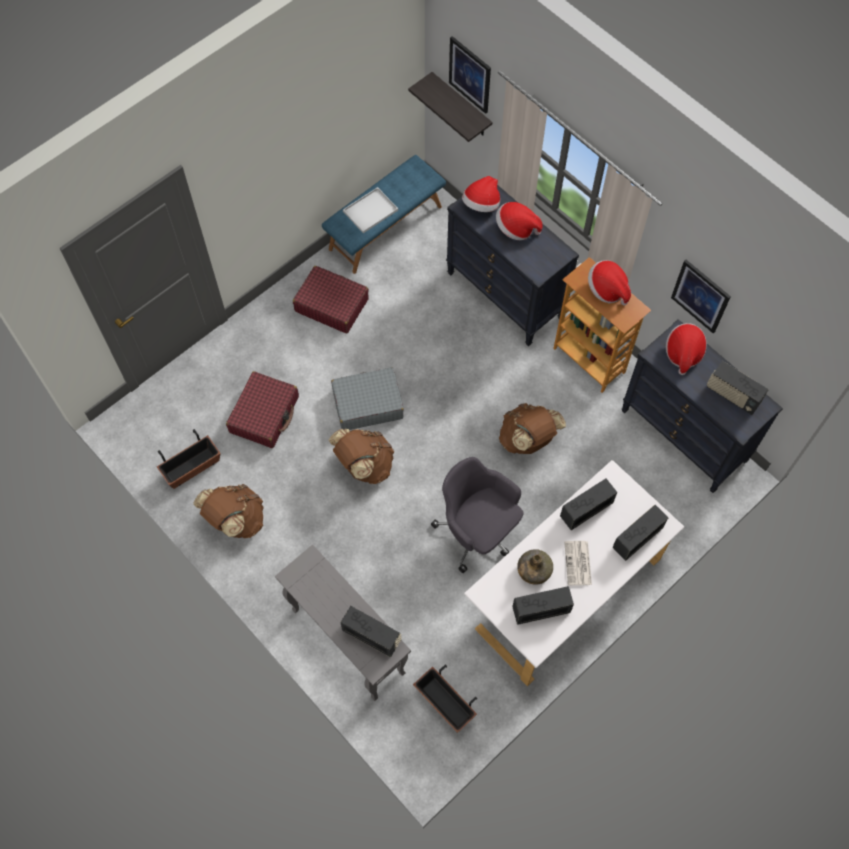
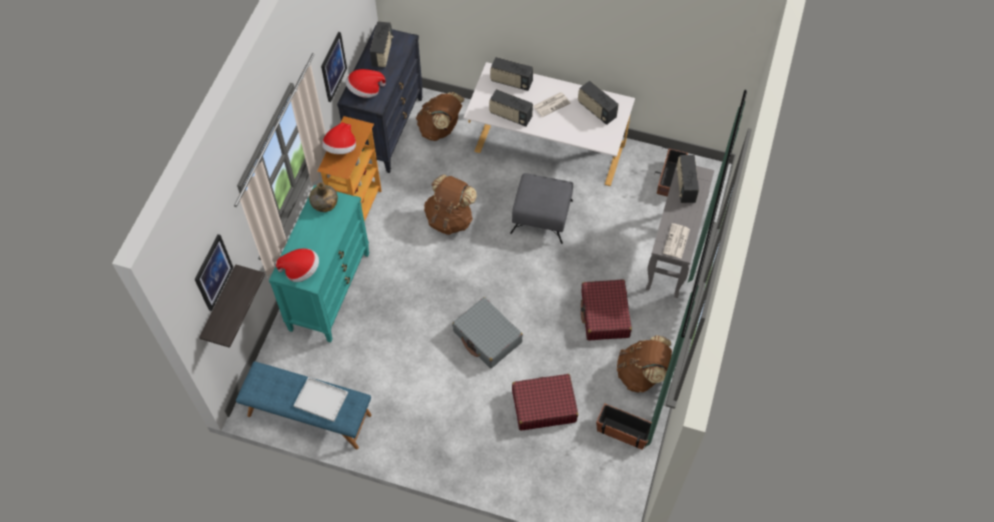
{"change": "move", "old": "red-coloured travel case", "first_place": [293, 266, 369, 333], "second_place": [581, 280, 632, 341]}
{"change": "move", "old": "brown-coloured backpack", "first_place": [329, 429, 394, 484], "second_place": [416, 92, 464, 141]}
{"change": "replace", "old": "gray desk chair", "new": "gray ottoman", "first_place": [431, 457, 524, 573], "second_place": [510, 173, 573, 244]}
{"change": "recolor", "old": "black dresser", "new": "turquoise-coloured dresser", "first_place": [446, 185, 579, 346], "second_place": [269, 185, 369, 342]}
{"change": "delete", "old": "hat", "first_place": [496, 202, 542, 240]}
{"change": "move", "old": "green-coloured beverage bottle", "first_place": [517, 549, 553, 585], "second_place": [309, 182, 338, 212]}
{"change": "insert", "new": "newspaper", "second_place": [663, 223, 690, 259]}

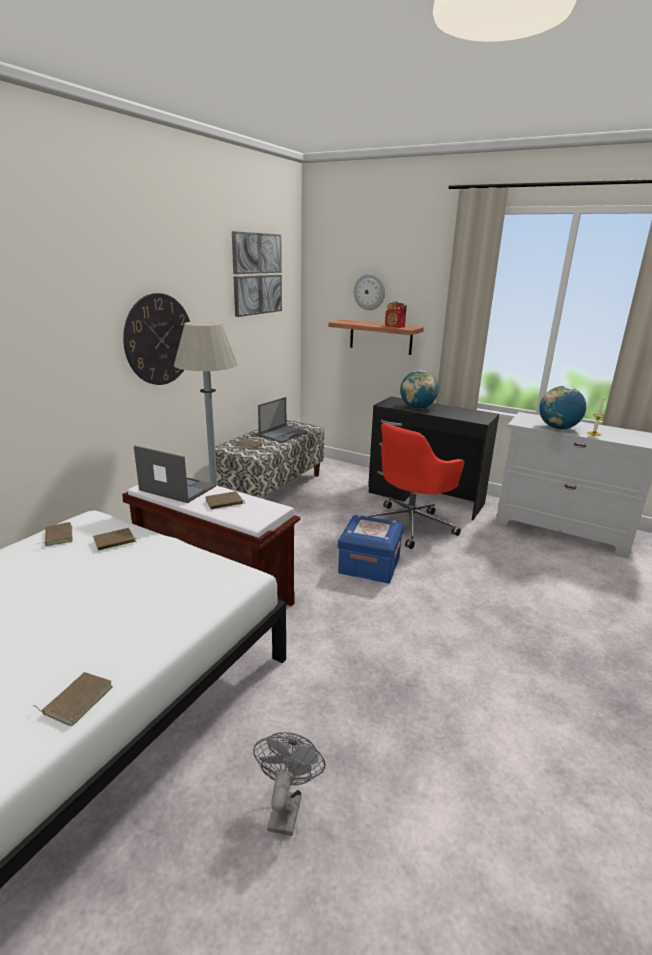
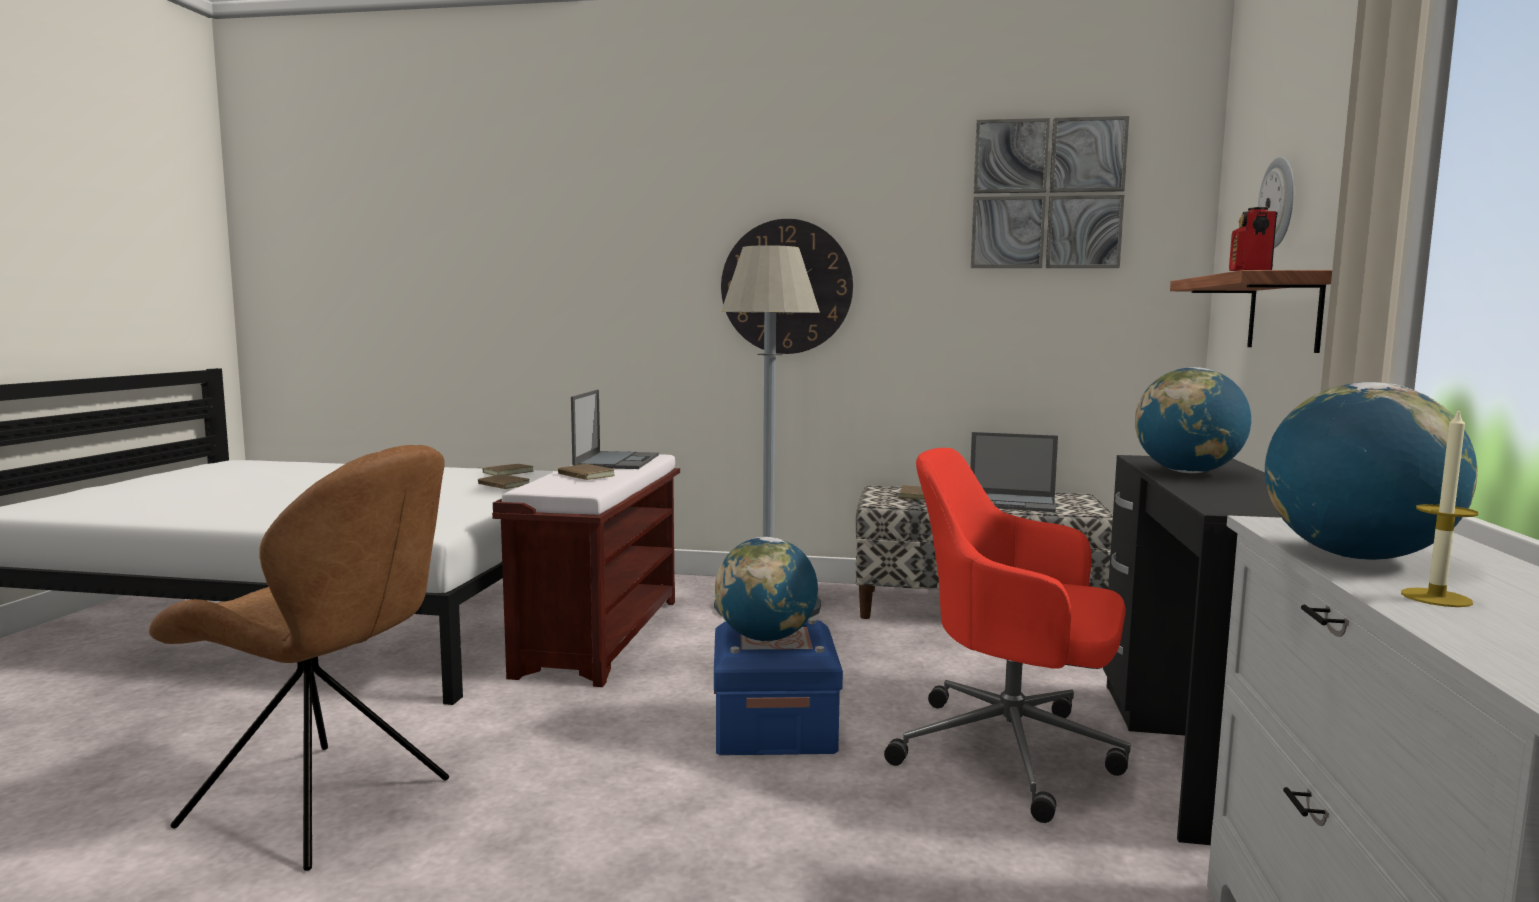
{"change": "delete", "old": "brown-coloured bound book", "first_place": [33, 672, 112, 726]}
{"change": "delete", "old": "gray electric fan", "first_place": [253, 732, 326, 836]}
{"change": "insert", "new": "brown-coloured plain chair", "second_place": [149, 445, 449, 871]}
{"change": "insert", "new": "world globe", "second_place": [715, 537, 818, 641]}

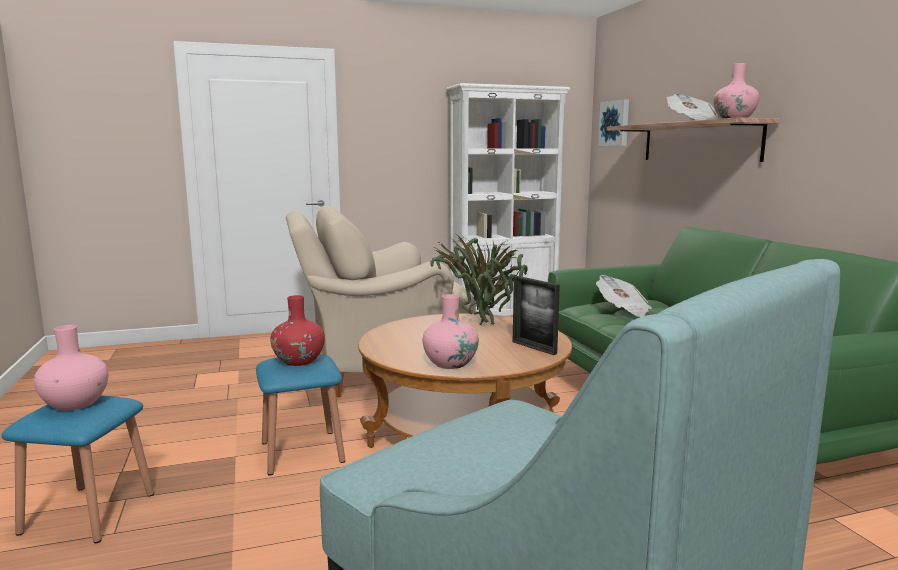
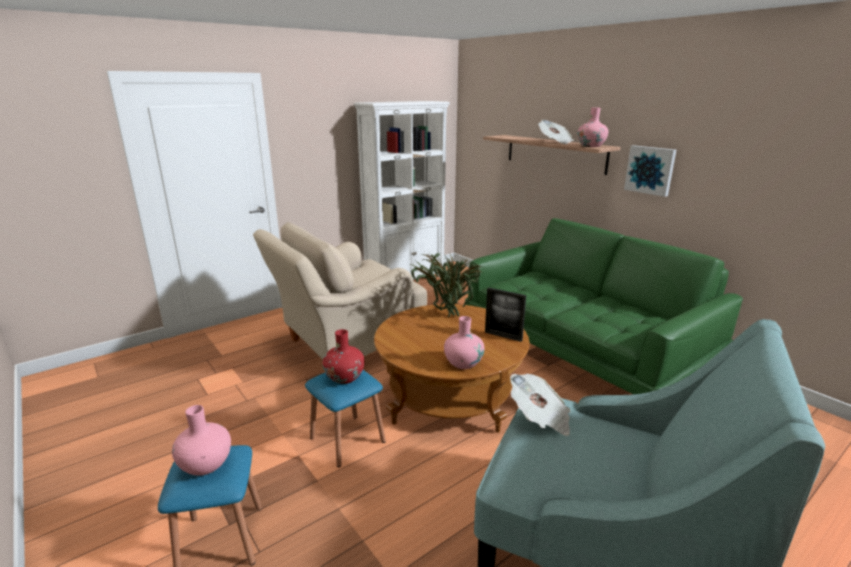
{"change": "move", "old": "newspaper", "first_place": [596, 275, 652, 317], "second_place": [510, 374, 570, 436]}
{"change": "move", "old": "wall art", "first_place": [598, 99, 629, 146], "second_place": [624, 145, 676, 197]}

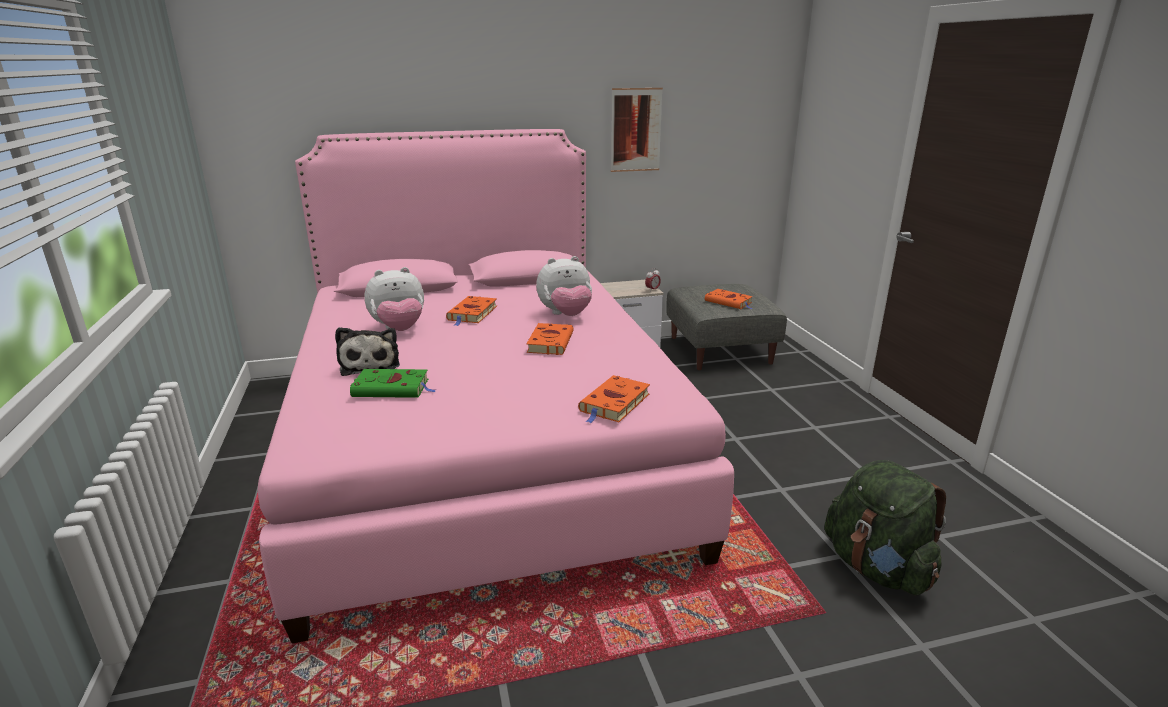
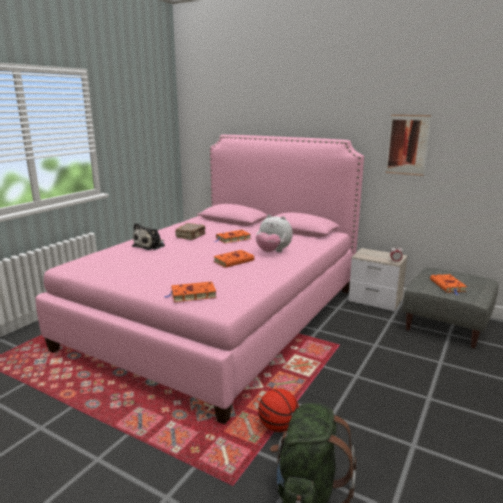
{"change": "delete", "old": "green-coloured bound book", "first_place": [350, 369, 435, 398]}
{"change": "replace", "old": "soft toy", "new": "brown-coloured bound book", "first_place": [364, 267, 424, 331], "second_place": [175, 223, 206, 240]}
{"change": "insert", "new": "basketball ball", "second_place": [258, 388, 299, 432]}

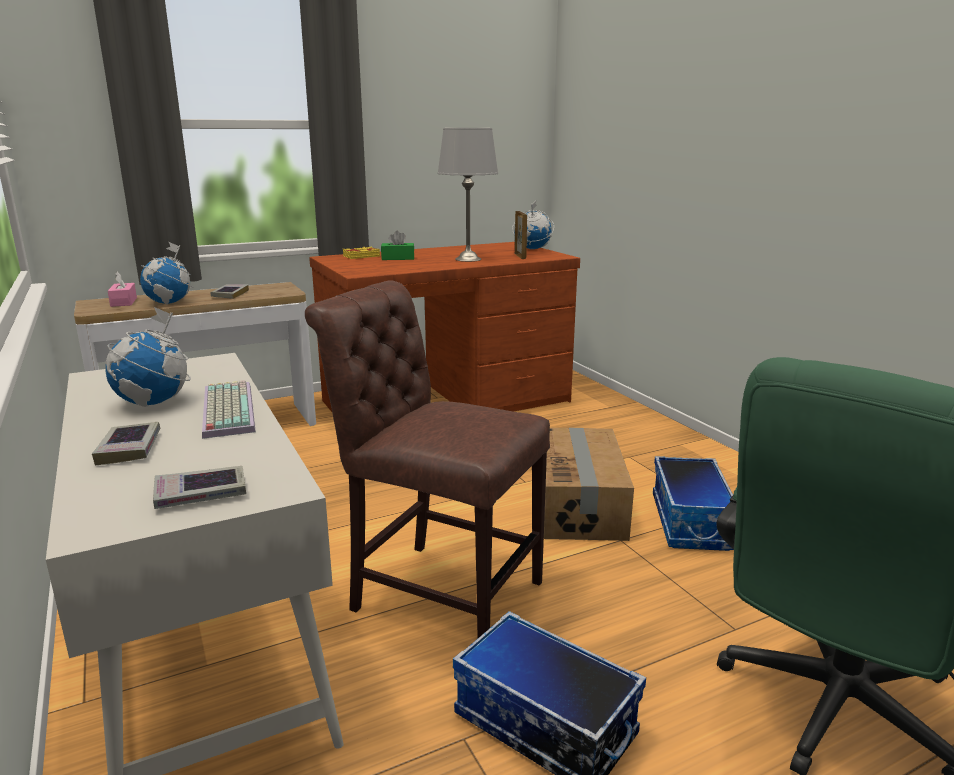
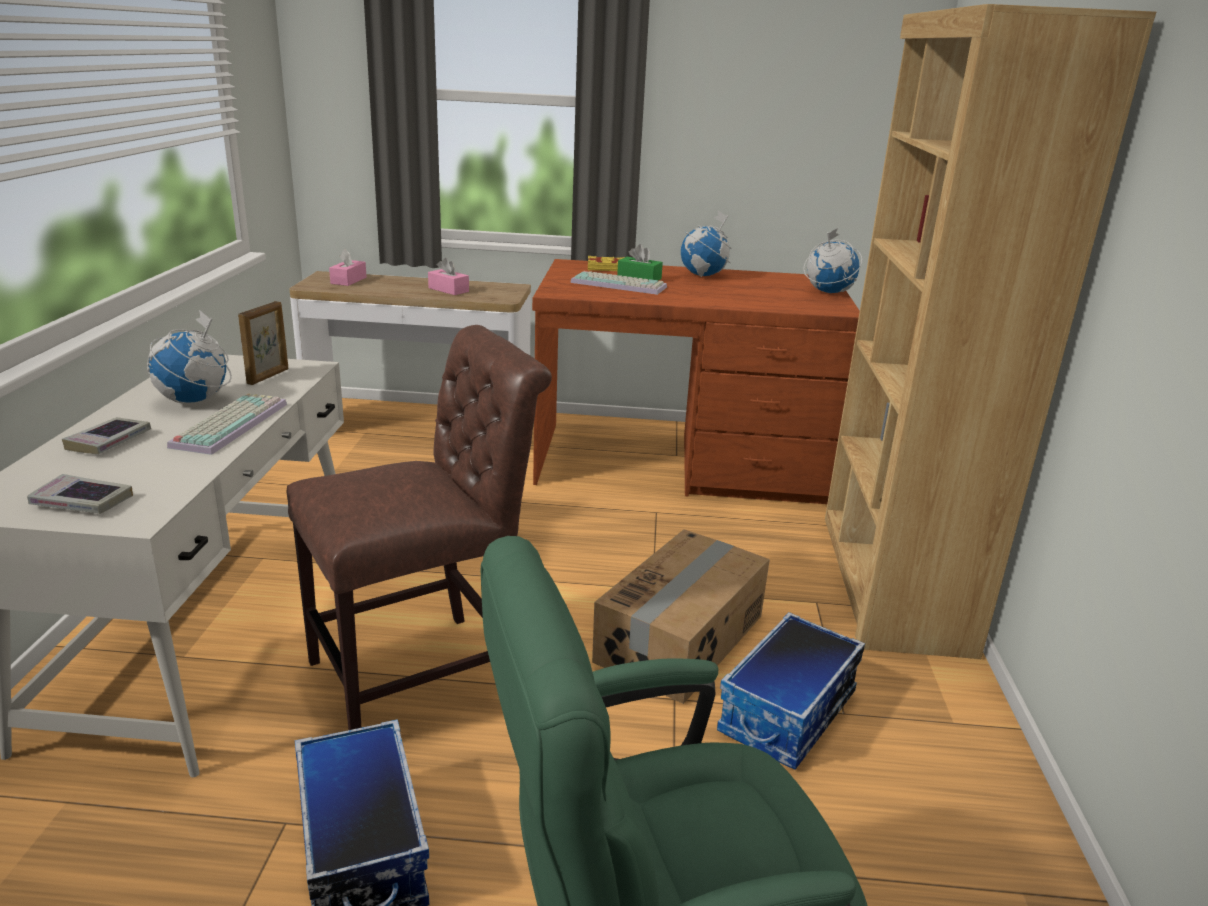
{"change": "move", "old": "world globe", "first_place": [140, 242, 193, 305], "second_place": [681, 211, 732, 277]}
{"change": "replace", "old": "bound book", "new": "pinkish tissue holder", "first_place": [211, 284, 249, 299], "second_place": [428, 258, 469, 295]}
{"change": "rotate", "old": "brown-coloured plain chair", "first_place": [305, 280, 550, 638], "second_place": [286, 325, 552, 730], "degrees": 90}
{"change": "delete", "old": "gray table lamp", "first_place": [437, 128, 498, 262]}
{"change": "move", "old": "picture frame", "first_place": [515, 211, 527, 259], "second_place": [238, 301, 288, 385]}
{"change": "insert", "new": "keyboard", "second_place": [570, 271, 667, 295]}
{"change": "insert", "new": "brown-coloured shelving unit", "second_place": [825, 4, 1156, 659]}

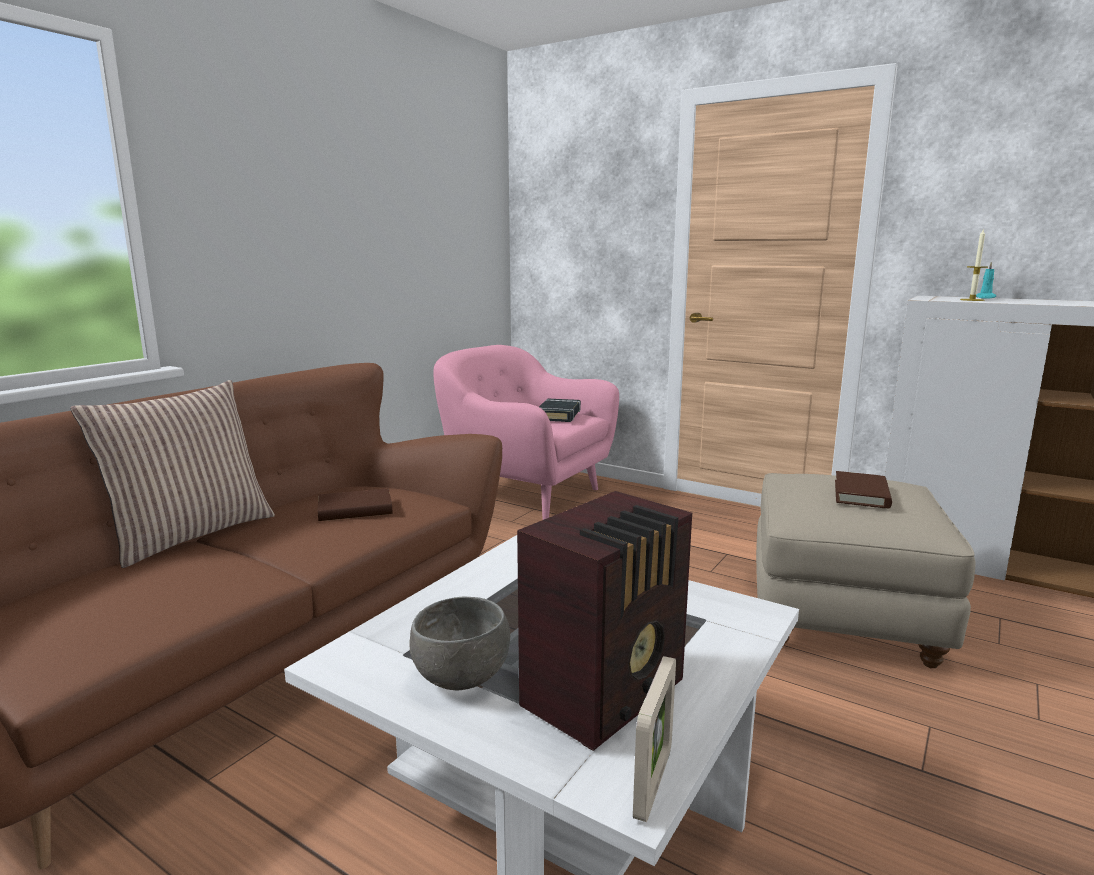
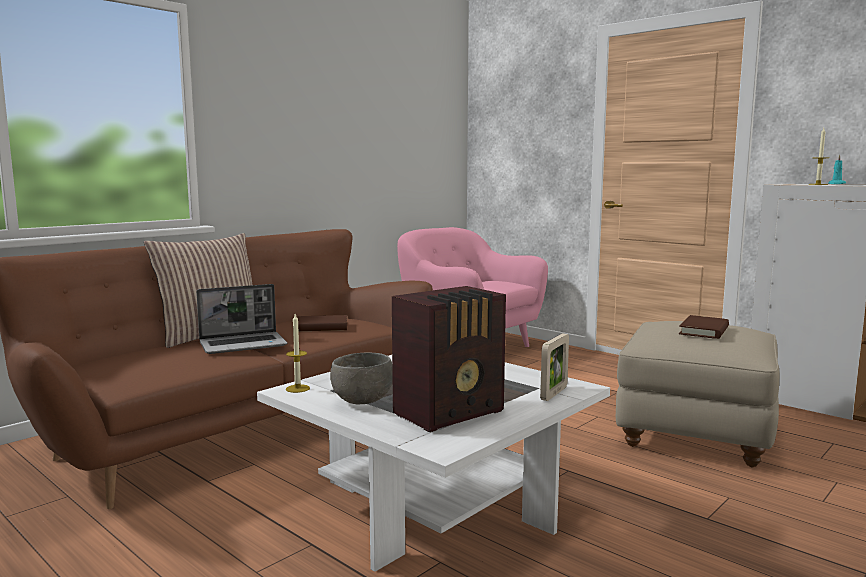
{"change": "delete", "old": "black bound book", "first_place": [539, 398, 581, 422]}
{"change": "move", "old": "picture frame", "first_place": [633, 656, 676, 822], "second_place": [540, 333, 569, 401]}
{"change": "insert", "new": "laptop", "second_place": [196, 284, 288, 354]}
{"change": "insert", "new": "wax candle", "second_place": [286, 314, 310, 393]}

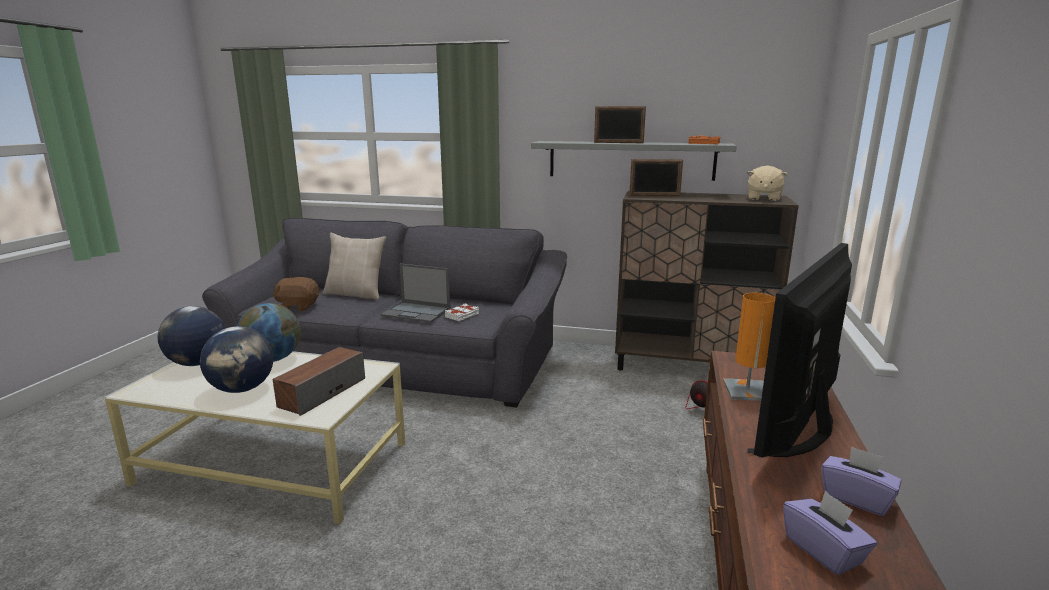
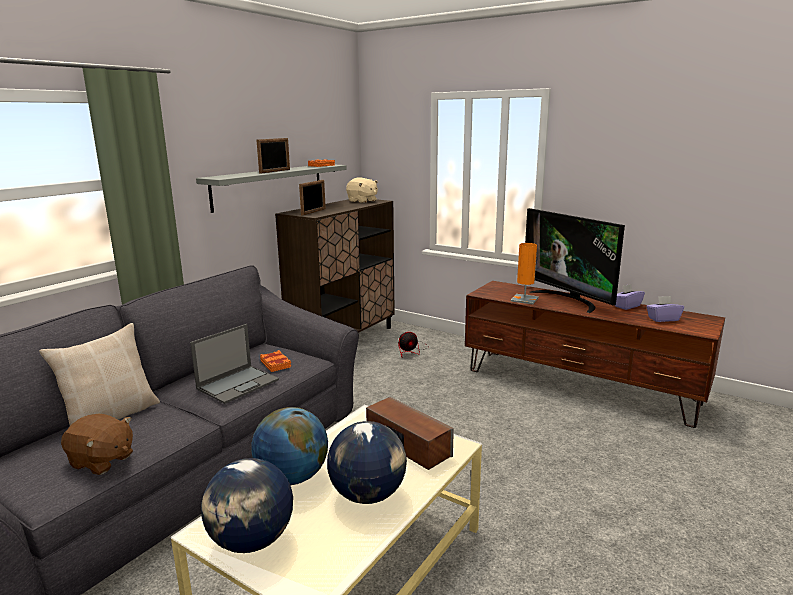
{"change": "rotate", "old": "brown-coloured soft toy", "first_place": [272, 277, 319, 311], "second_place": [61, 414, 133, 475], "degrees": -90}
{"change": "recolor", "old": "white-coloured bound book", "new": "orange bound book", "first_place": [445, 303, 479, 321], "second_place": [260, 350, 291, 372]}

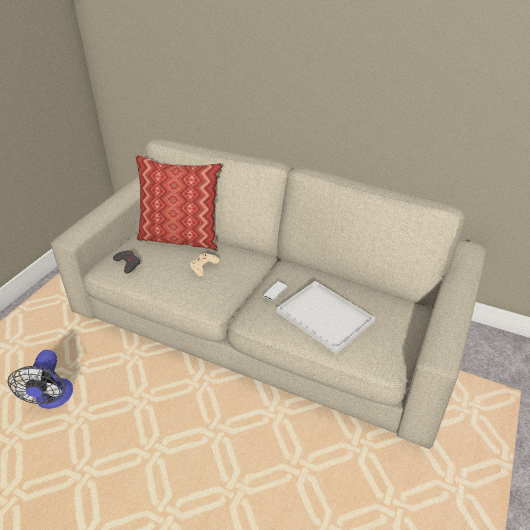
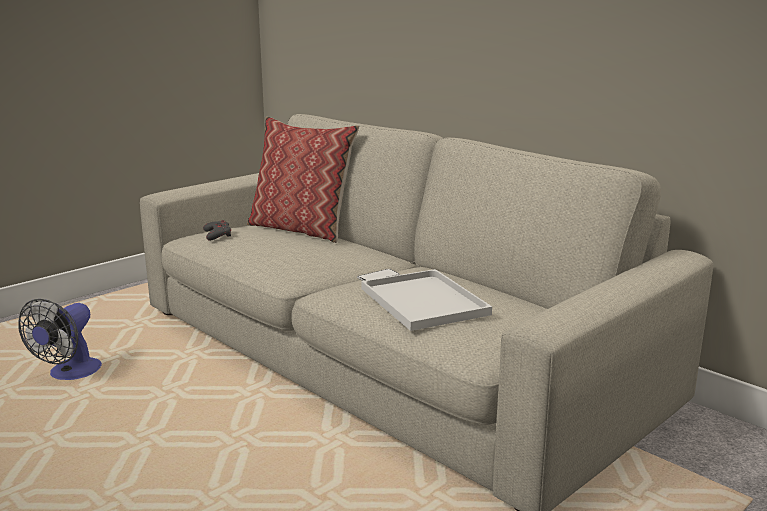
{"change": "delete", "old": "beige-coloured joypad", "first_place": [190, 253, 220, 277]}

